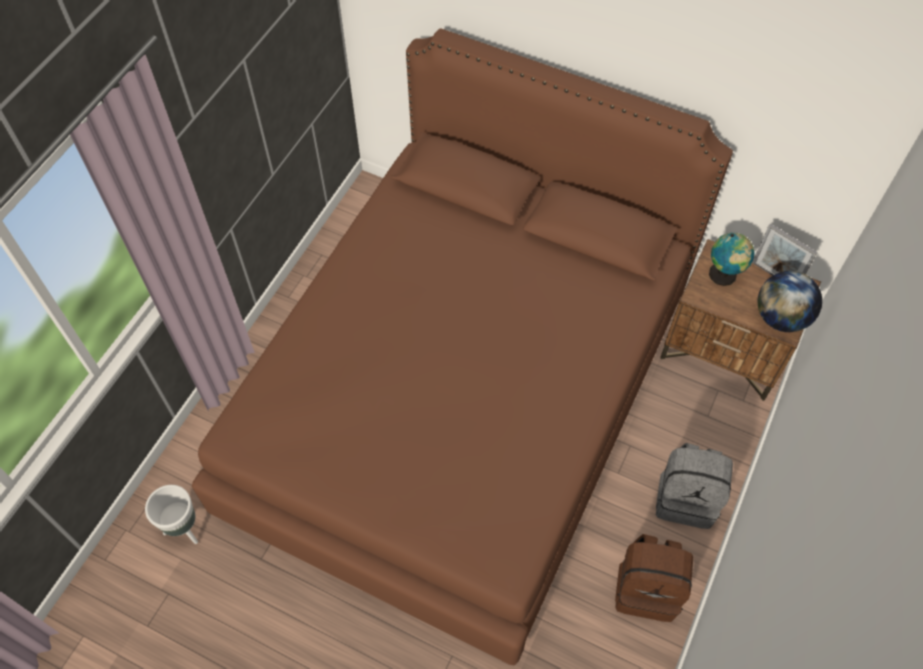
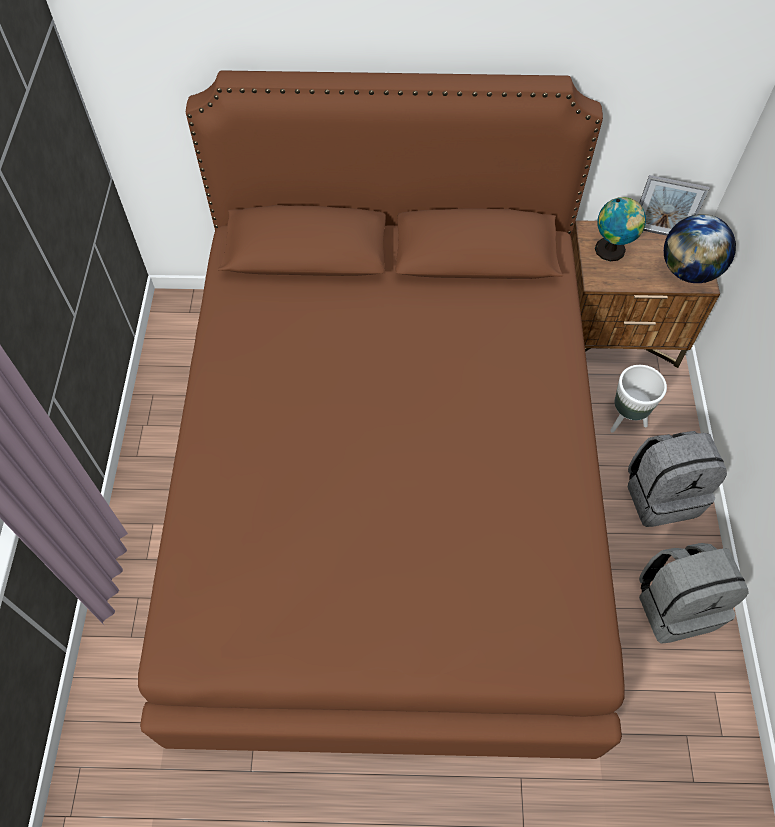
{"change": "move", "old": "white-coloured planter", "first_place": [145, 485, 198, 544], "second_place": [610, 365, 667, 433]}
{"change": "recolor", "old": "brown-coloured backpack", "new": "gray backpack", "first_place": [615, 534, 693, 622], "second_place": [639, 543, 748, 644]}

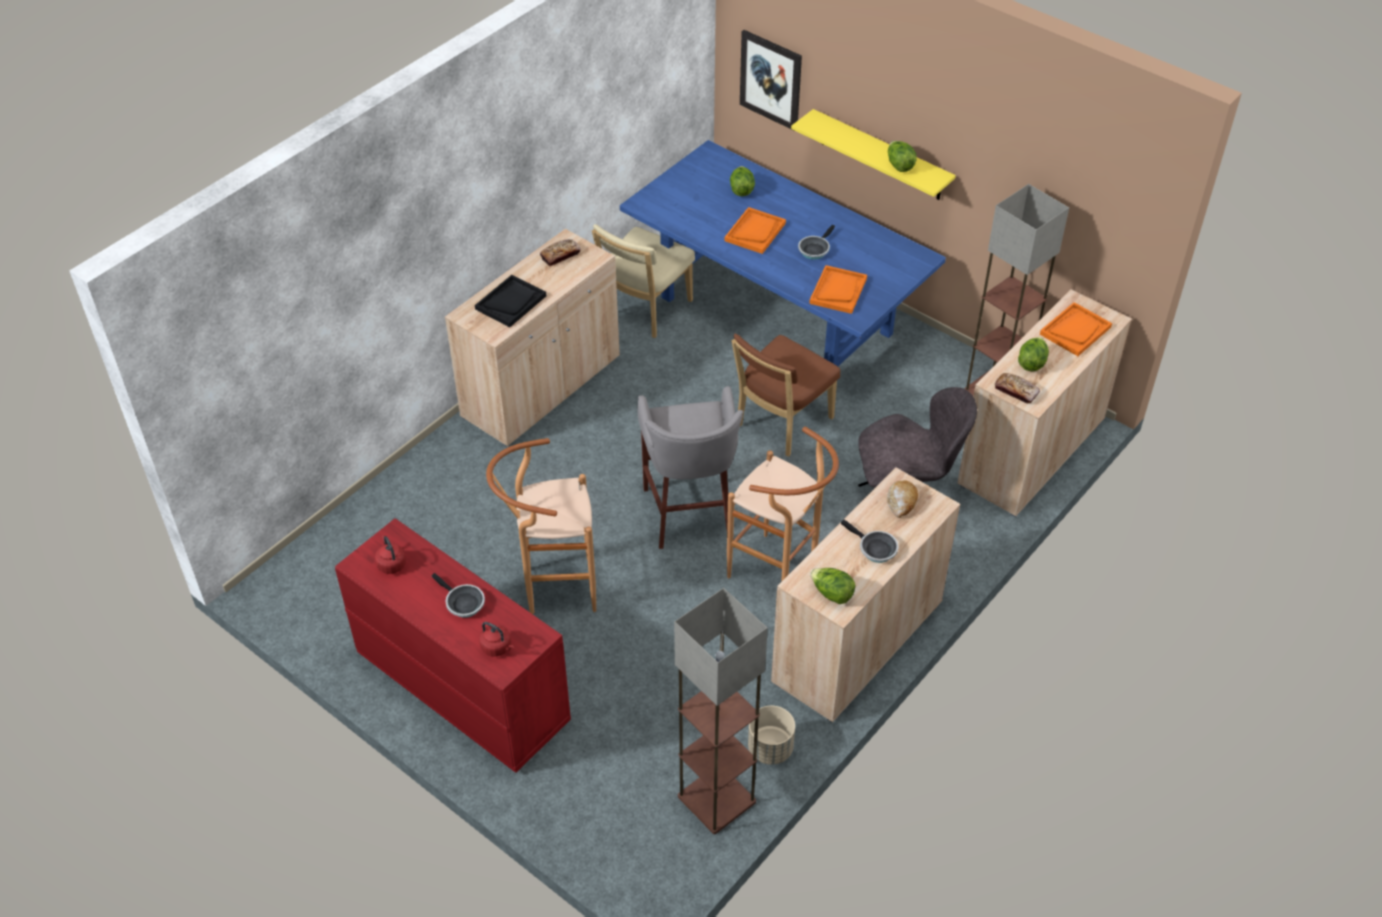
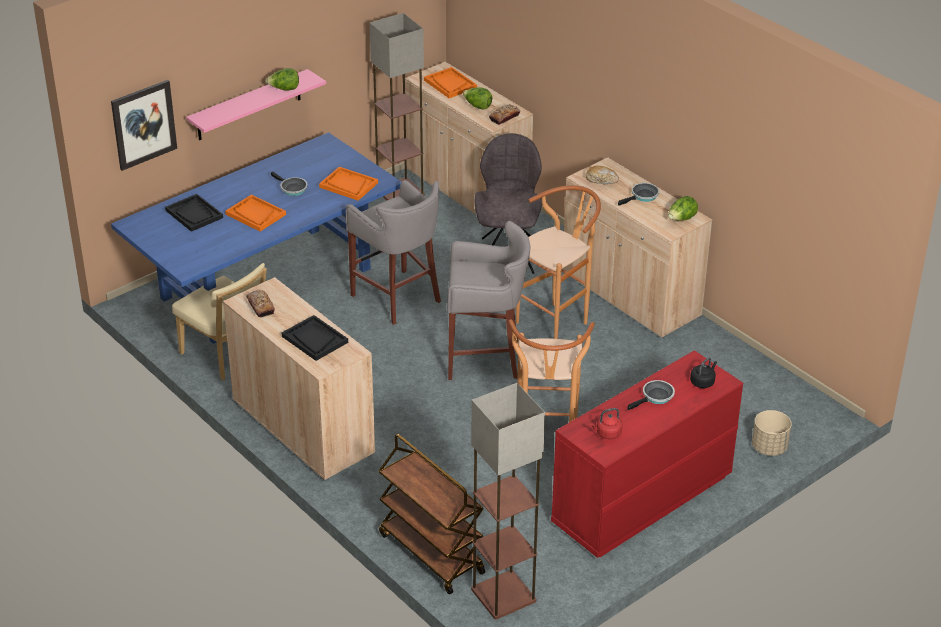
{"change": "recolor", "old": "red-coloured tea kettle", "new": "black tea kettle", "first_place": [479, 622, 514, 657], "second_place": [690, 357, 717, 388]}
{"change": "move", "old": "floor lamp", "first_place": [674, 588, 768, 834], "second_place": [471, 383, 545, 620]}
{"change": "replace", "old": "lettuce head", "new": "black serving tray", "first_place": [730, 166, 755, 196], "second_place": [165, 194, 223, 232]}
{"change": "replace", "old": "brown-coloured plain chair", "new": "gray sitting stool", "first_place": [731, 334, 840, 457], "second_place": [346, 180, 441, 325]}
{"change": "move", "old": "beige-coloured planter", "first_place": [748, 706, 795, 765], "second_place": [752, 410, 792, 456]}
{"change": "recolor", "old": "yellow bracket shelf", "new": "pinkish bracket shelf", "first_place": [791, 109, 956, 200], "second_place": [186, 69, 326, 140]}
{"change": "insert", "new": "brown-coloured trolley", "second_place": [379, 434, 485, 594]}

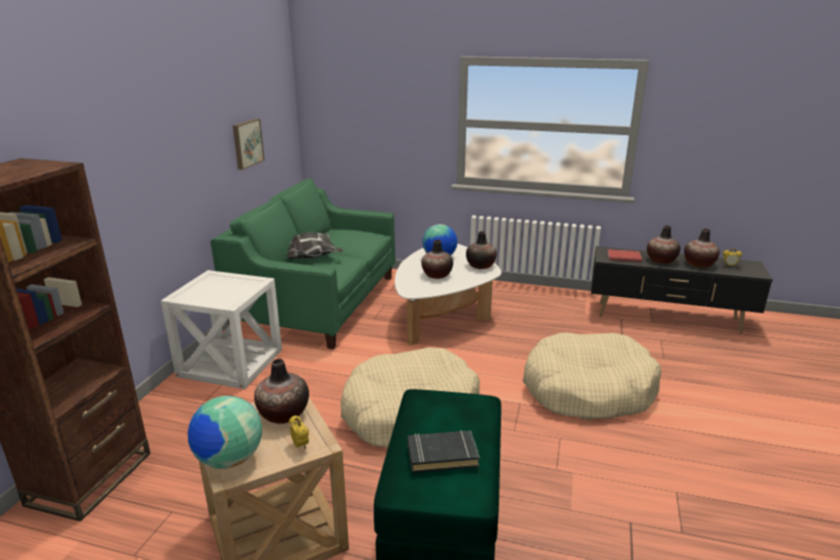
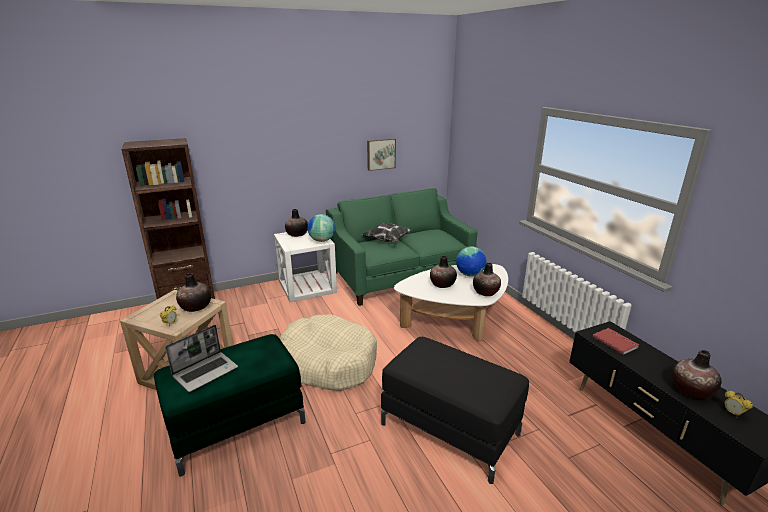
{"change": "move", "old": "world globe", "first_place": [188, 396, 262, 469], "second_place": [307, 214, 335, 242]}
{"change": "replace", "old": "black bound book", "new": "laptop", "first_place": [408, 430, 480, 473], "second_place": [165, 325, 238, 392]}
{"change": "replace", "old": "beige-coloured dog cushion", "new": "black ottoman", "first_place": [523, 332, 661, 420], "second_place": [381, 337, 529, 484]}
{"change": "move", "old": "decorative vase", "first_place": [647, 225, 681, 264], "second_place": [285, 209, 308, 237]}

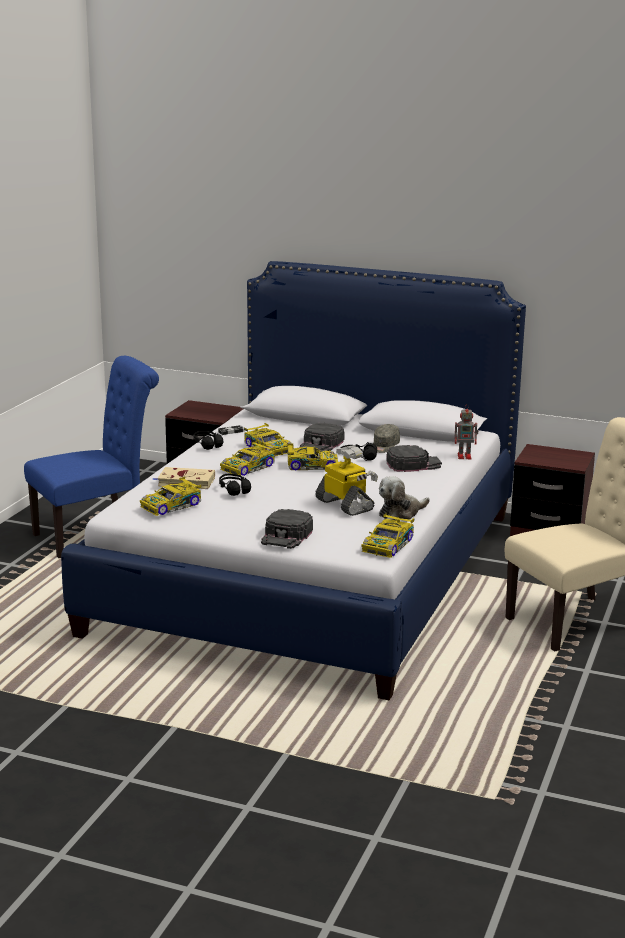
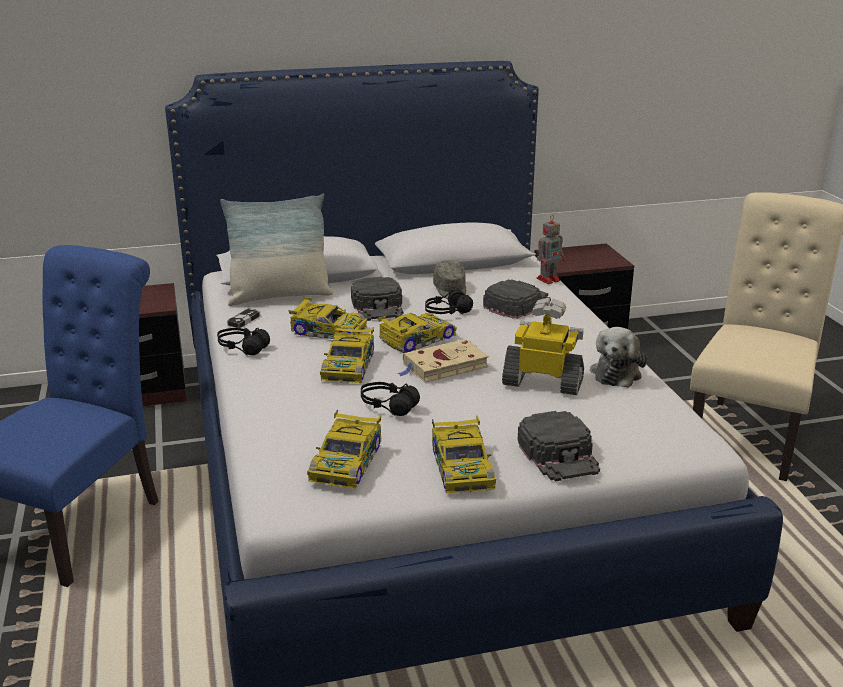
{"change": "move", "old": "beige-coloured bound book", "first_place": [153, 467, 215, 489], "second_place": [397, 339, 489, 382]}
{"change": "move", "old": "miniature car", "first_place": [362, 513, 415, 558], "second_place": [432, 416, 496, 494]}
{"change": "insert", "new": "throw pillow", "second_place": [220, 194, 333, 306]}

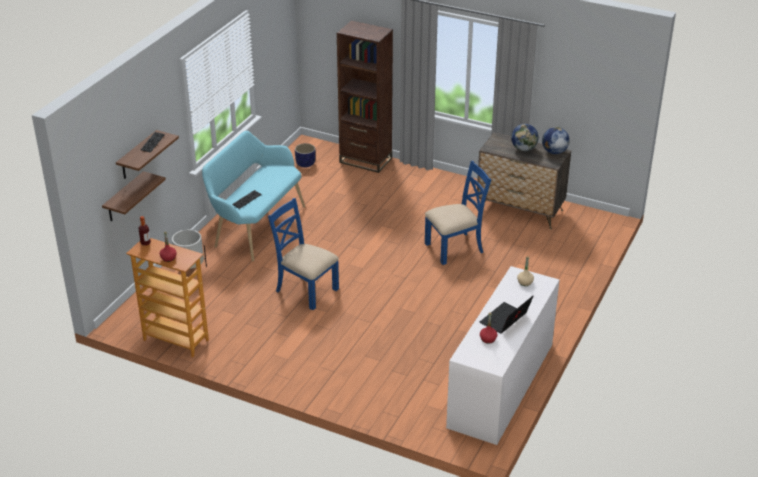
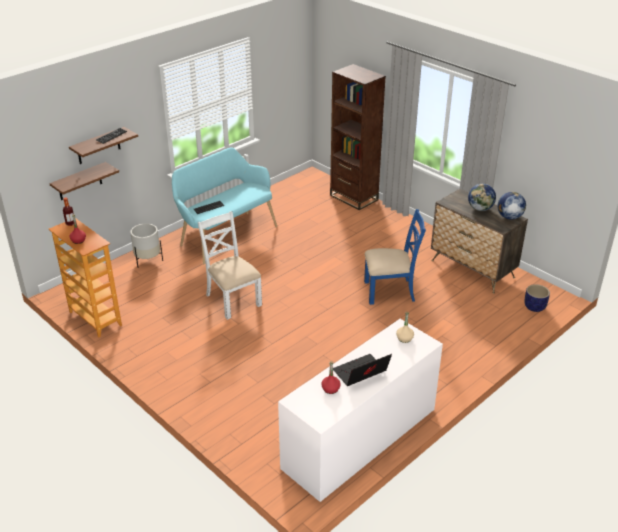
{"change": "recolor", "old": "blue plain chair", "new": "white-coloured plain chair", "first_place": [268, 198, 339, 310], "second_place": [198, 211, 262, 320]}
{"change": "move", "old": "planter", "first_place": [295, 143, 316, 168], "second_place": [524, 284, 550, 312]}

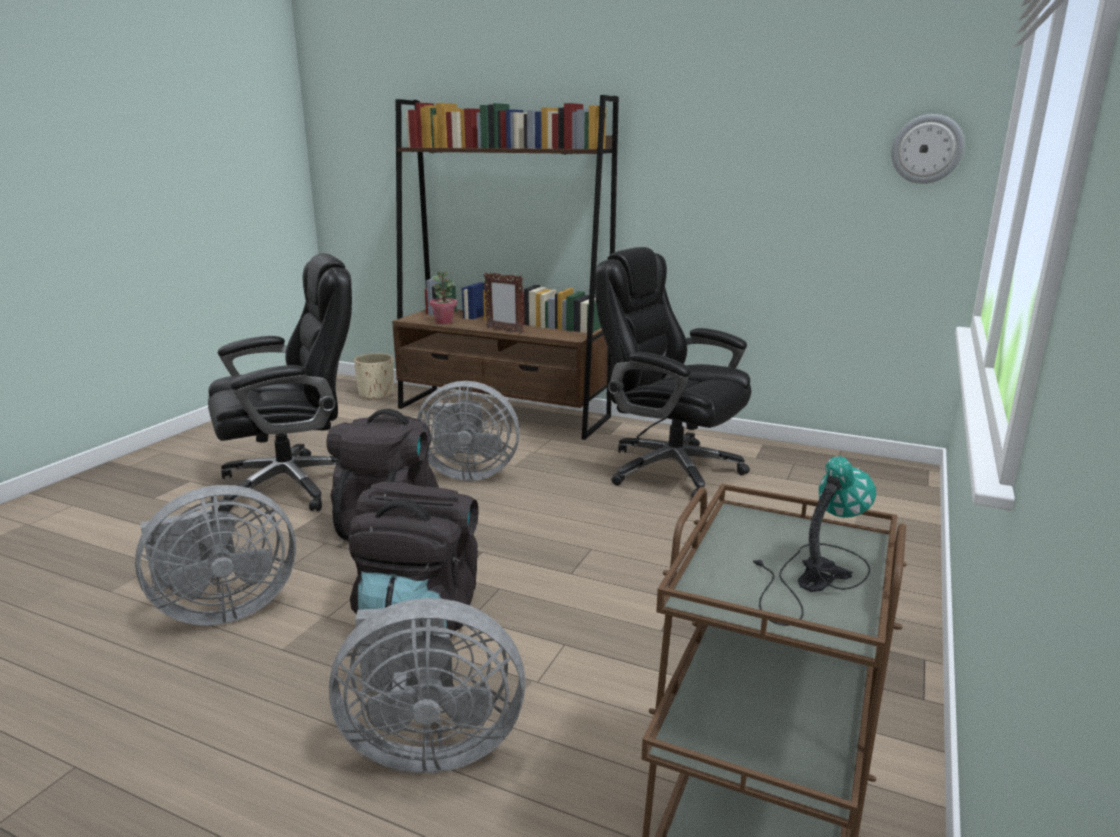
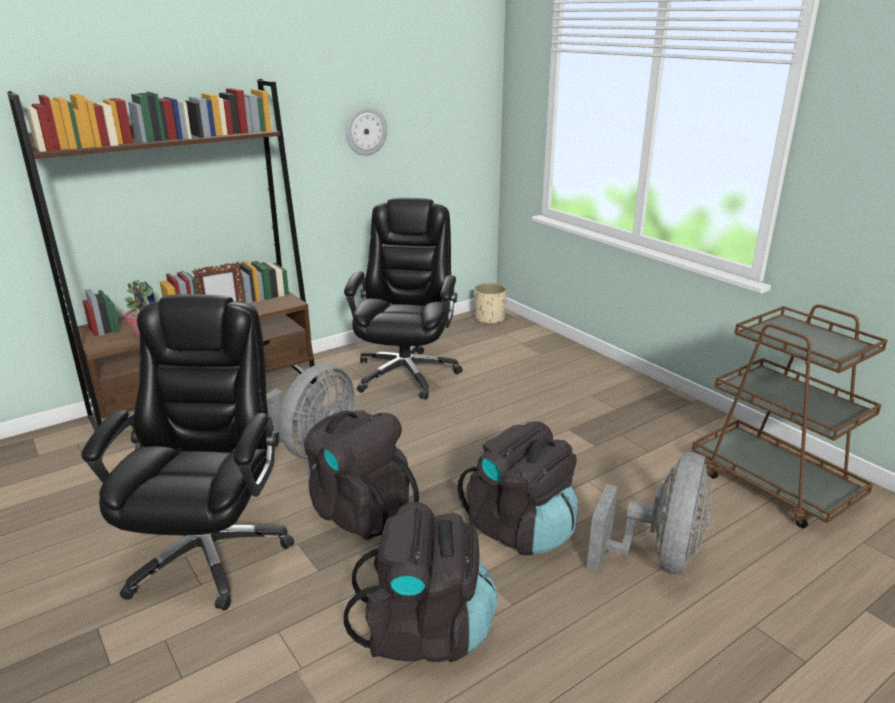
{"change": "replace", "old": "gray electric fan", "new": "black backpack", "first_place": [135, 485, 296, 625], "second_place": [344, 502, 497, 662]}
{"change": "move", "old": "beige-coloured planter", "first_place": [354, 353, 394, 400], "second_place": [474, 283, 507, 324]}
{"change": "rotate", "old": "black desk chair", "first_place": [595, 247, 751, 501], "second_place": [344, 197, 463, 400], "degrees": 120}
{"change": "delete", "old": "table lamp", "first_place": [753, 456, 876, 626]}
{"change": "move", "old": "hanging clock", "first_place": [891, 114, 964, 184], "second_place": [346, 107, 387, 156]}

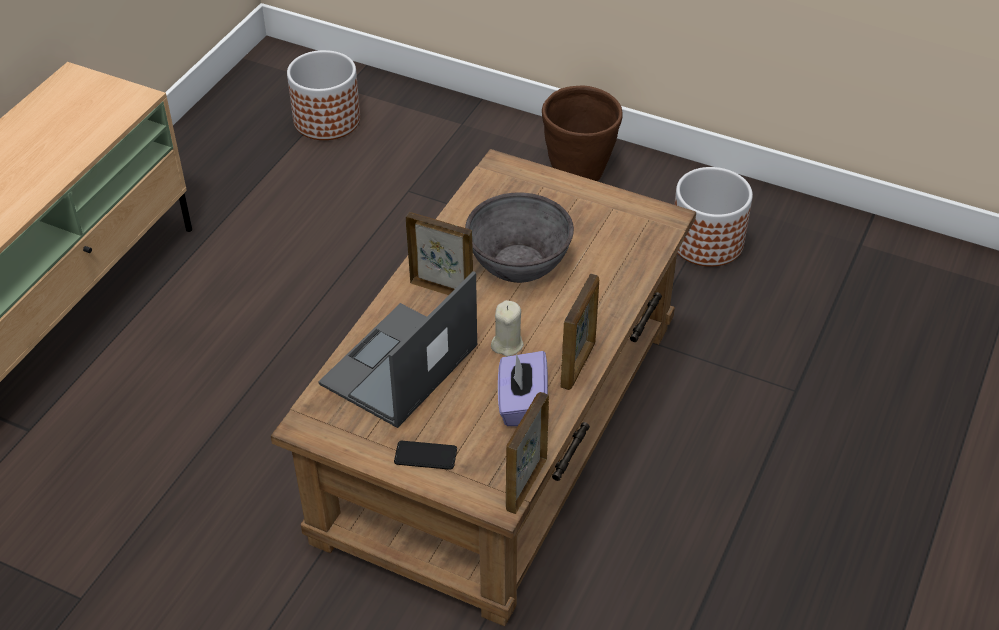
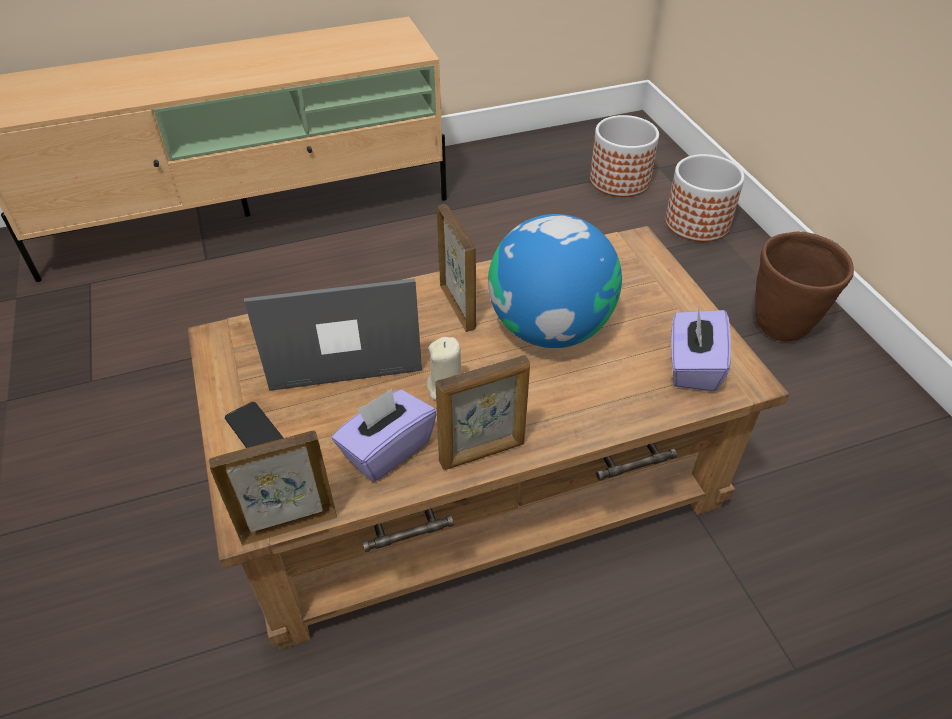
{"change": "replace", "old": "gray deep dish", "new": "world globe", "first_place": [465, 193, 574, 283], "second_place": [488, 214, 622, 348]}
{"change": "move", "old": "planter", "first_place": [674, 167, 753, 267], "second_place": [665, 154, 745, 242]}
{"change": "insert", "new": "purple tissue holder", "second_place": [671, 306, 731, 392]}

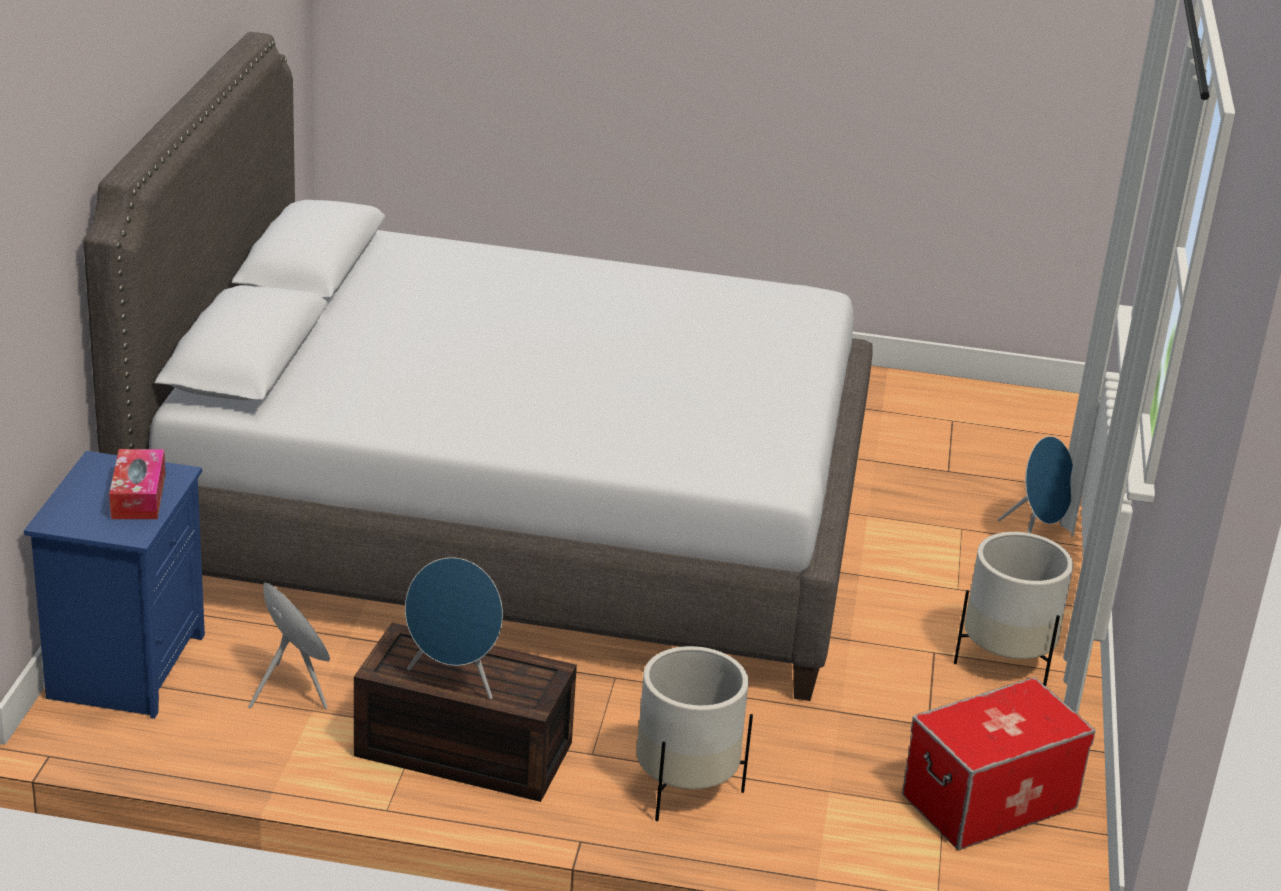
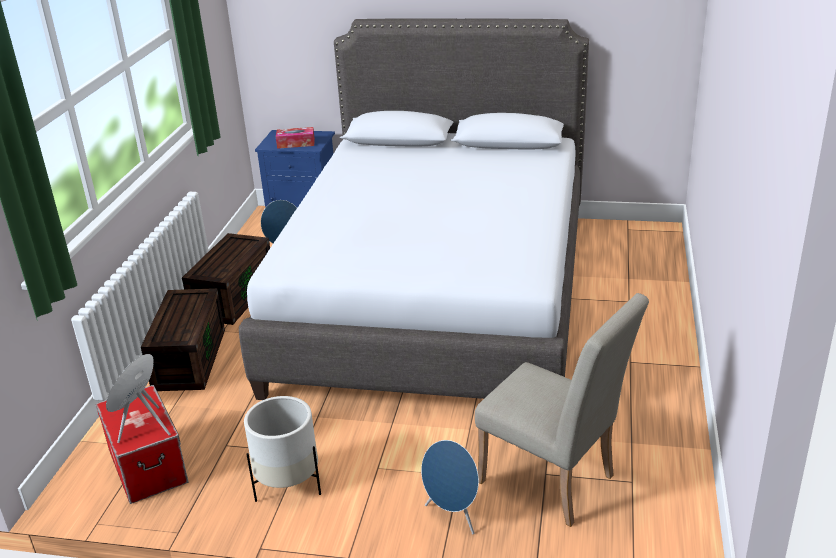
{"change": "move", "old": "blue loudspeaker", "first_place": [405, 557, 503, 699], "second_place": [106, 354, 171, 443]}
{"change": "replace", "old": "white-coloured planter", "new": "brown-coloured storage box", "first_place": [637, 646, 753, 821], "second_place": [141, 288, 225, 391]}
{"change": "insert", "new": "beige-coloured plain chair", "second_place": [475, 293, 649, 527]}

